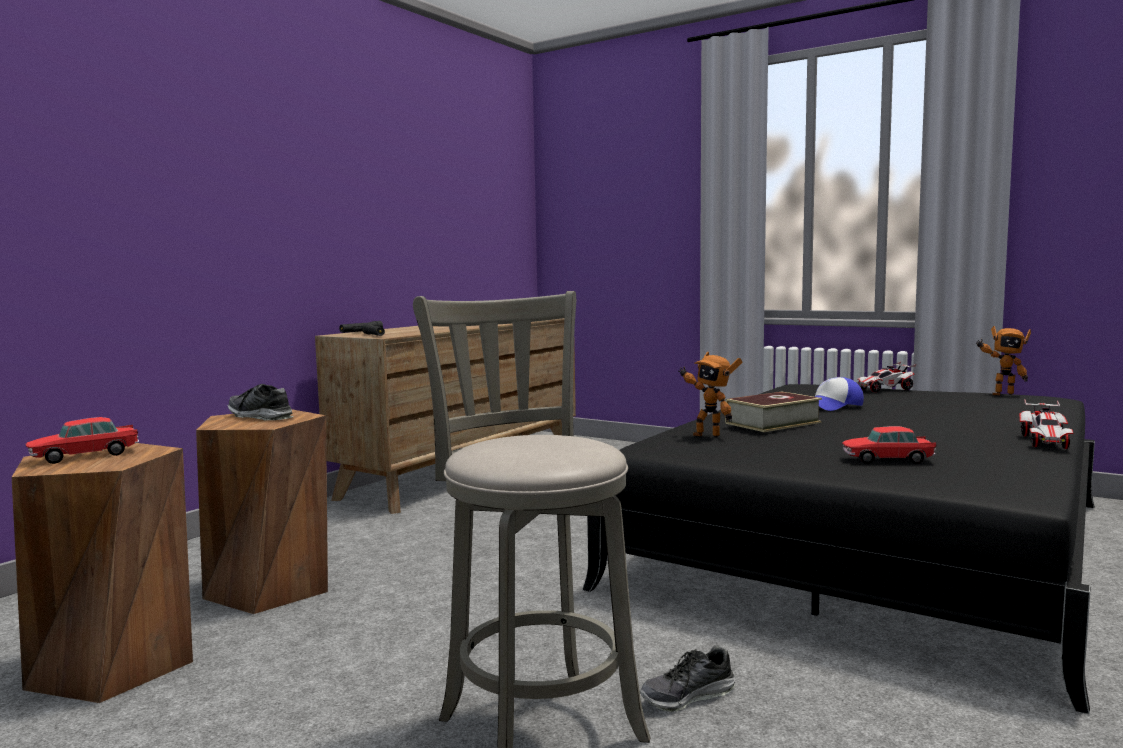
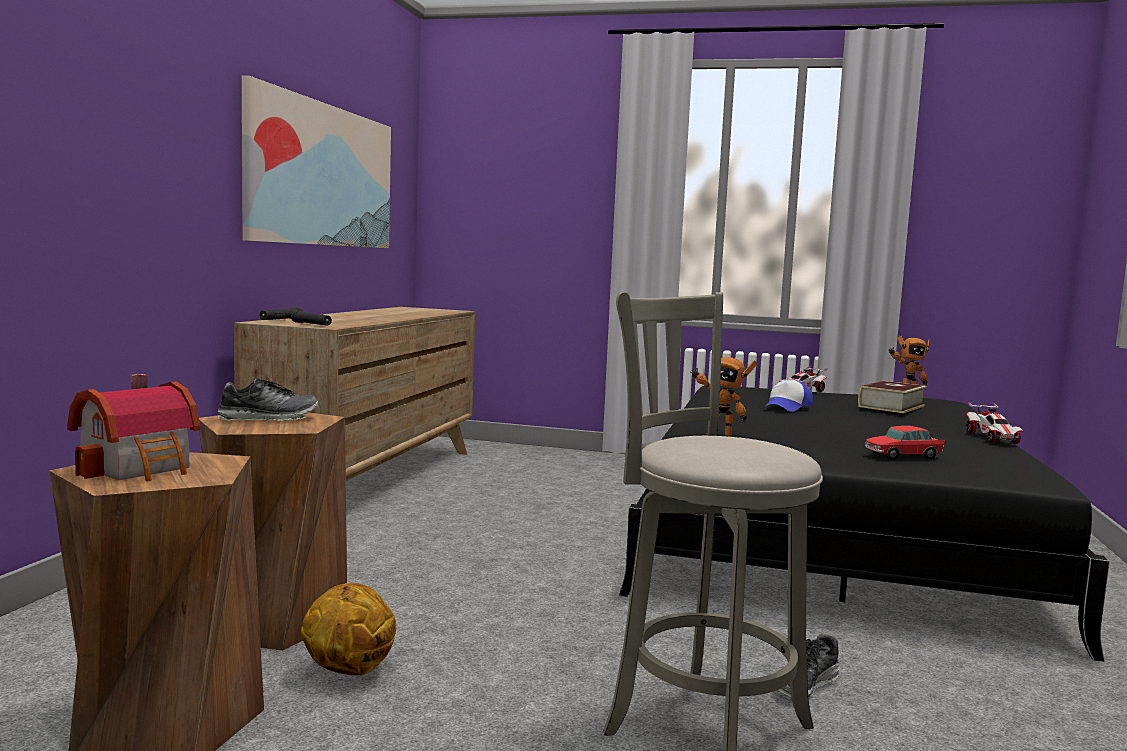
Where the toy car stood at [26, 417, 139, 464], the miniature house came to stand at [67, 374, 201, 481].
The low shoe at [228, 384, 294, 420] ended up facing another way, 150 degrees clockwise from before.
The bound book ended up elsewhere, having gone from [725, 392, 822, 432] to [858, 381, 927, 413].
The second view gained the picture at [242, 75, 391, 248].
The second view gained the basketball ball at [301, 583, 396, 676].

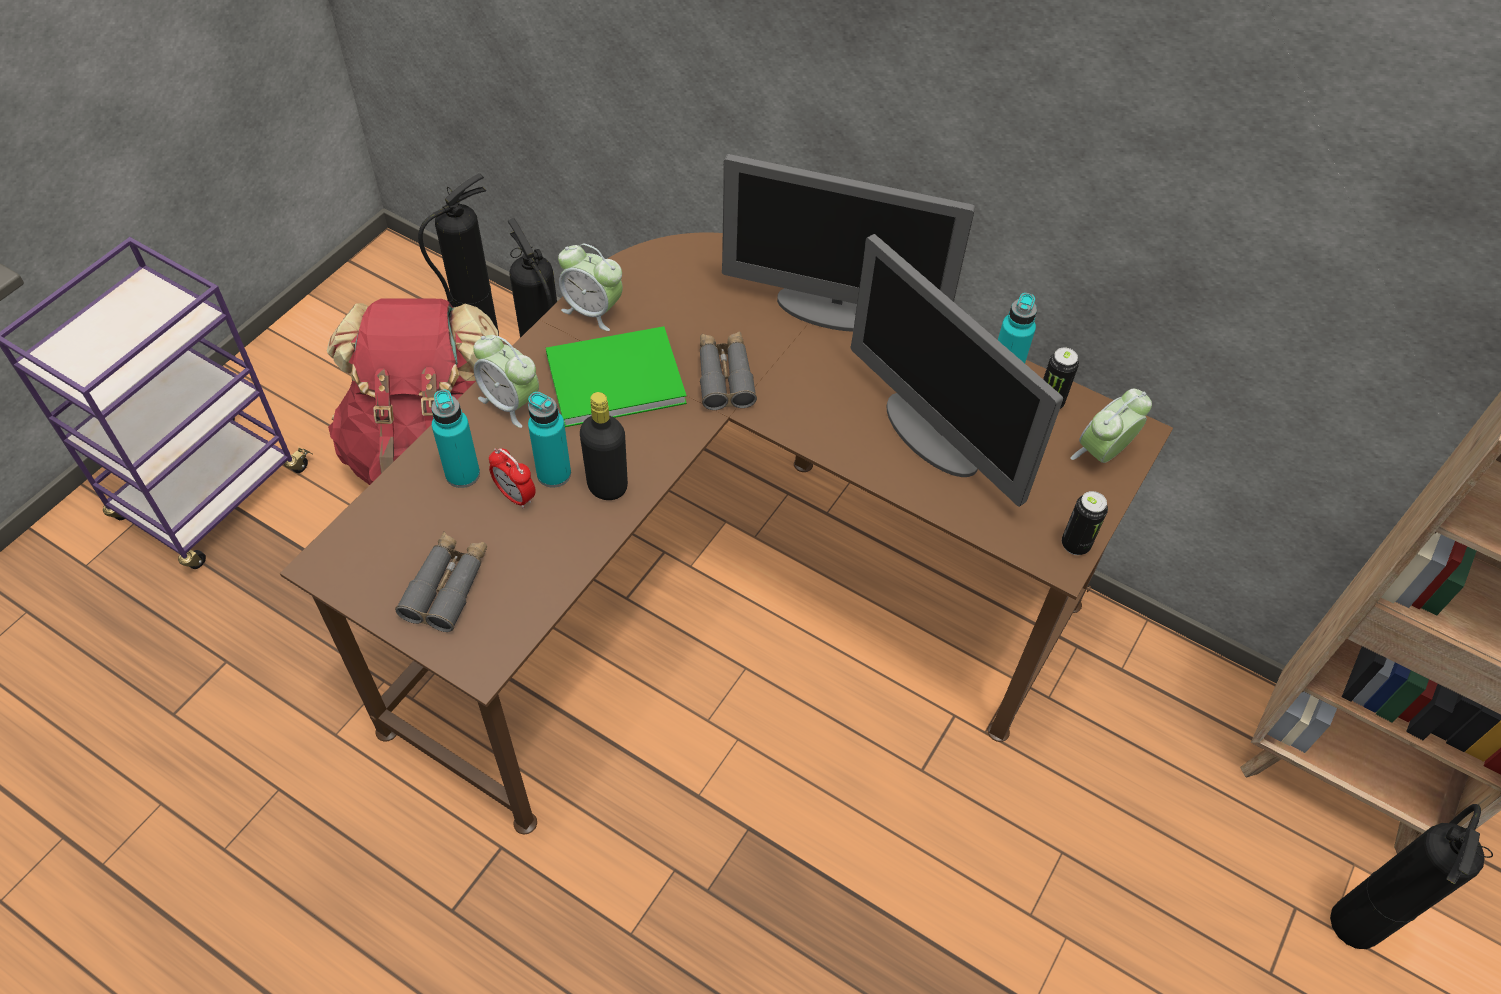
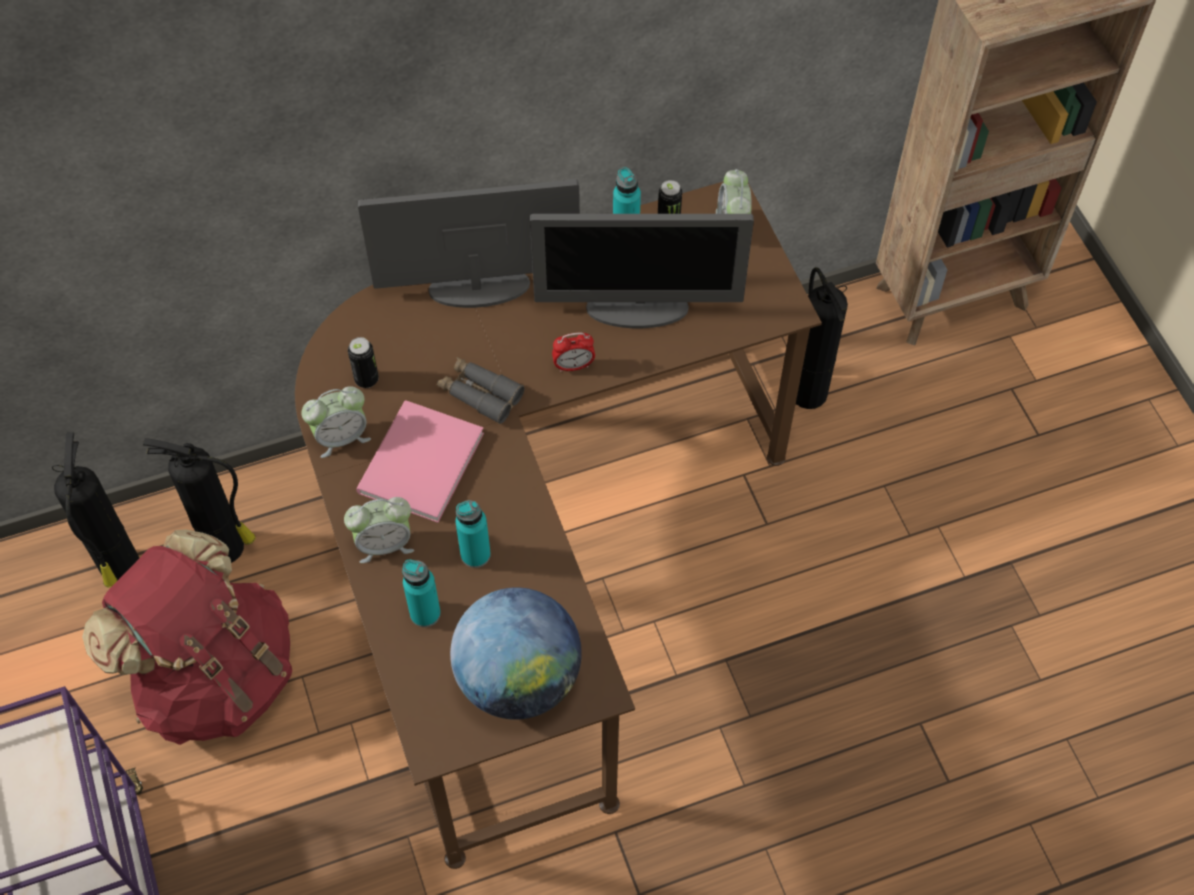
Where the gray pair of binoculars stood at [395, 531, 487, 632], the globe came to stand at [450, 587, 582, 720].
The alarm clock ended up elsewhere, having gone from [489, 448, 536, 508] to [552, 333, 595, 372].
What was the green-coloured bound book at [546, 326, 687, 427] turned into the pinkish bound book at [356, 400, 484, 523].
The second view lost the blackish beverage bottle at [580, 392, 628, 500].
The monitor at [722, 154, 975, 332] ended up facing another way, 150 degrees counterclockwise from before.
The sealed can ended up elsewhere, having gone from [1062, 491, 1108, 555] to [348, 337, 379, 388].
The extinguisher ended up elsewhere, having gone from [1330, 804, 1493, 949] to [796, 267, 848, 409].

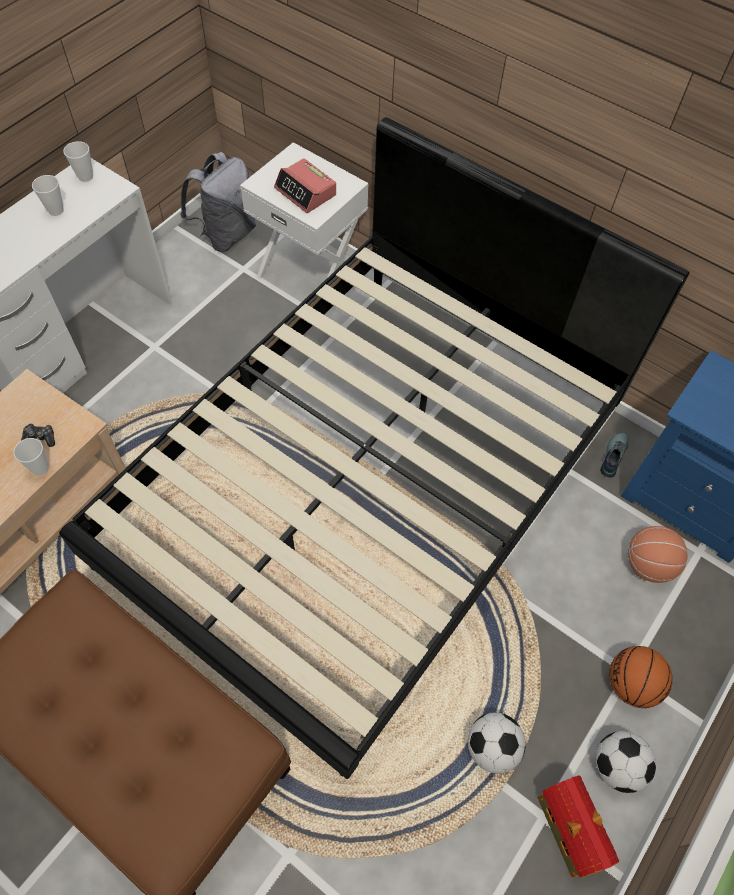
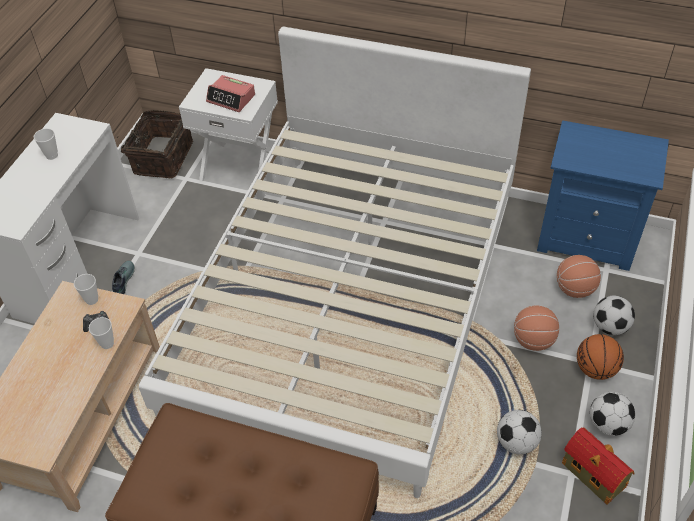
What was the blackish sleeping bed at [59, 117, 690, 779] turned into the whitish sleeping bed at [139, 26, 531, 498].
The drinking cup ended up elsewhere, having gone from [63, 141, 93, 182] to [74, 274, 98, 305].
Where the gray rucksack stood at [180, 152, 256, 252], the storage basket came to stand at [121, 110, 193, 179].
The low shoe ended up elsewhere, having gone from [600, 433, 629, 478] to [112, 261, 135, 294].
The second view gained the basketball ball at [514, 305, 559, 351].
The second view gained the football ball at [594, 296, 635, 335].

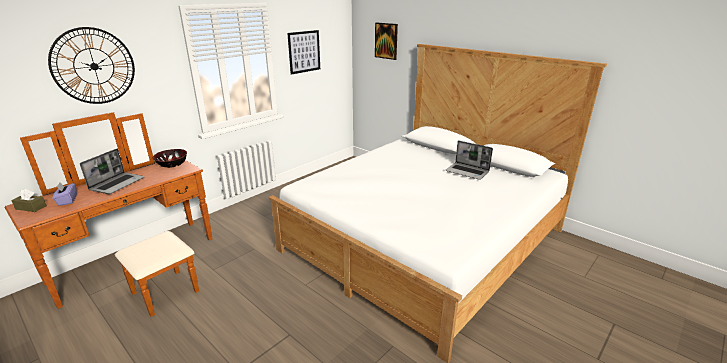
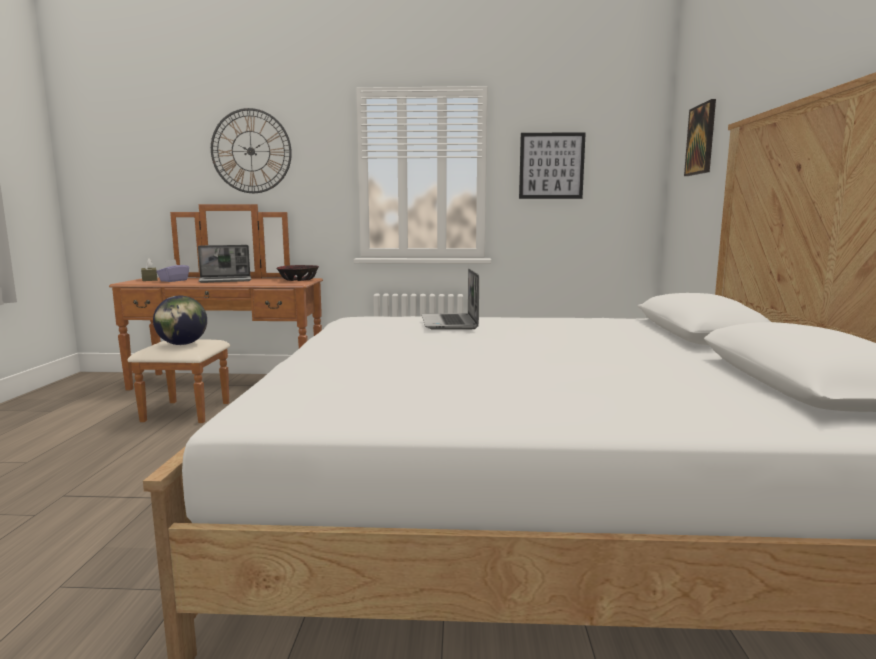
The laptop ended up elsewhere, having gone from [445, 141, 493, 180] to [422, 269, 479, 330].
The second view gained the globe at [153, 296, 207, 345].

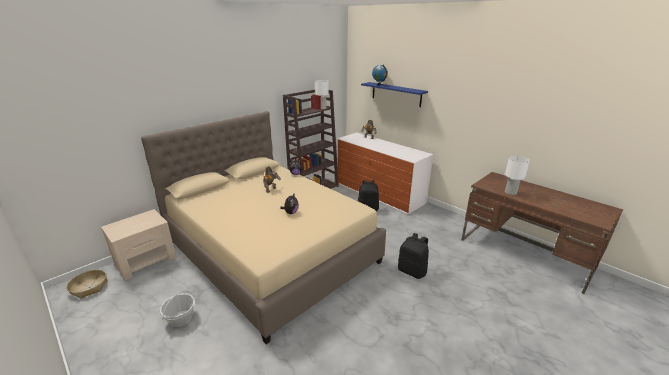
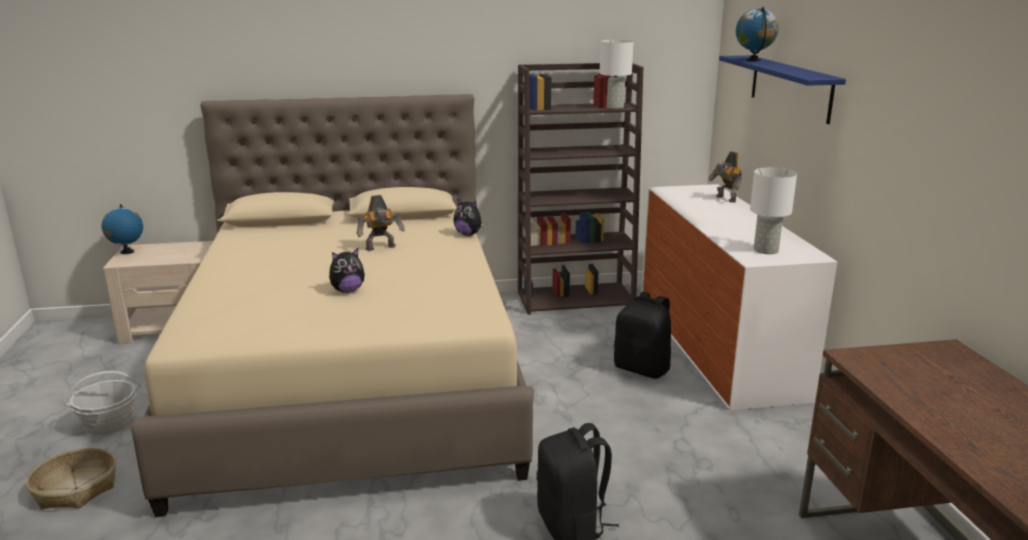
The storage basket ended up elsewhere, having gone from [66, 269, 108, 299] to [26, 448, 116, 509].
The whitish table lamp ended up elsewhere, having gone from [505, 156, 530, 195] to [750, 168, 797, 254].
The second view gained the globe at [102, 204, 143, 254].

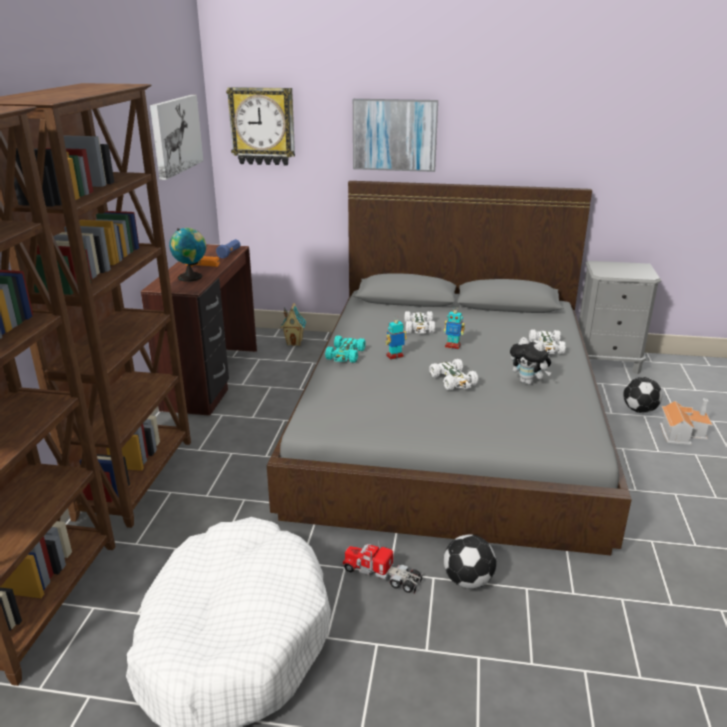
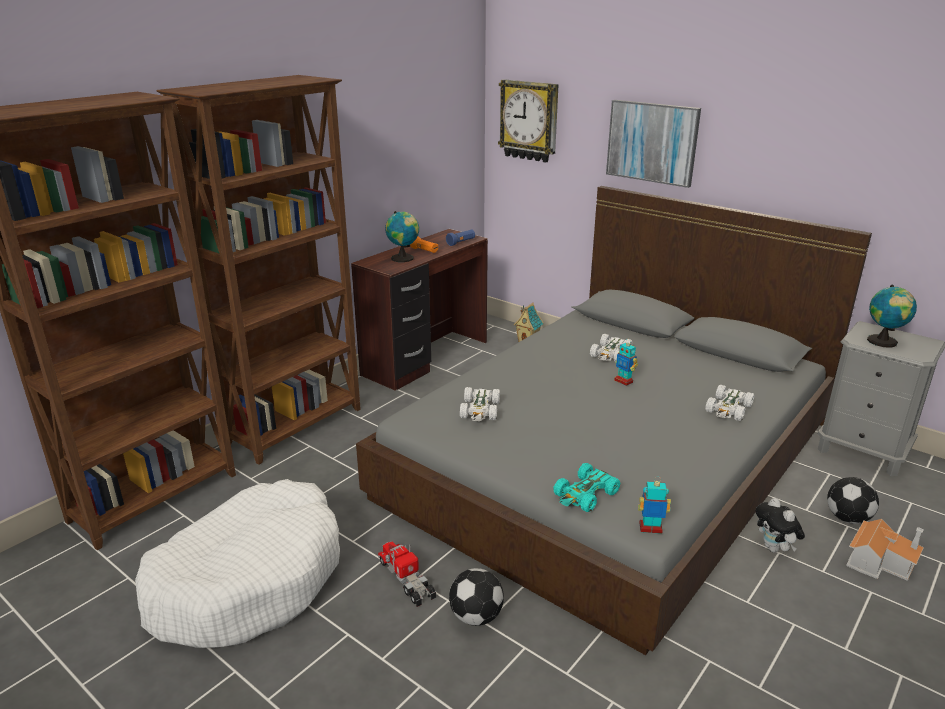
The second view lost the picture at [150, 95, 203, 180].
The turquoise toy car ended up elsewhere, having gone from [325, 336, 366, 363] to [553, 463, 621, 512].
The model robot ended up elsewhere, having gone from [385, 316, 407, 360] to [638, 477, 671, 534].
The whitish toy car ended up elsewhere, having gone from [429, 359, 479, 390] to [460, 387, 500, 421].
The cuddly toy ended up elsewhere, having gone from [510, 337, 551, 385] to [756, 498, 805, 552].
The second view gained the globe at [867, 285, 917, 348].

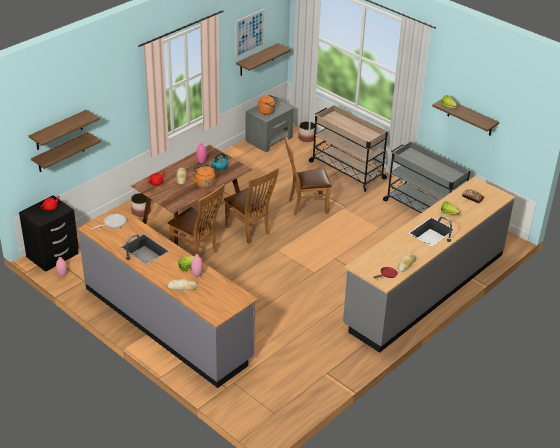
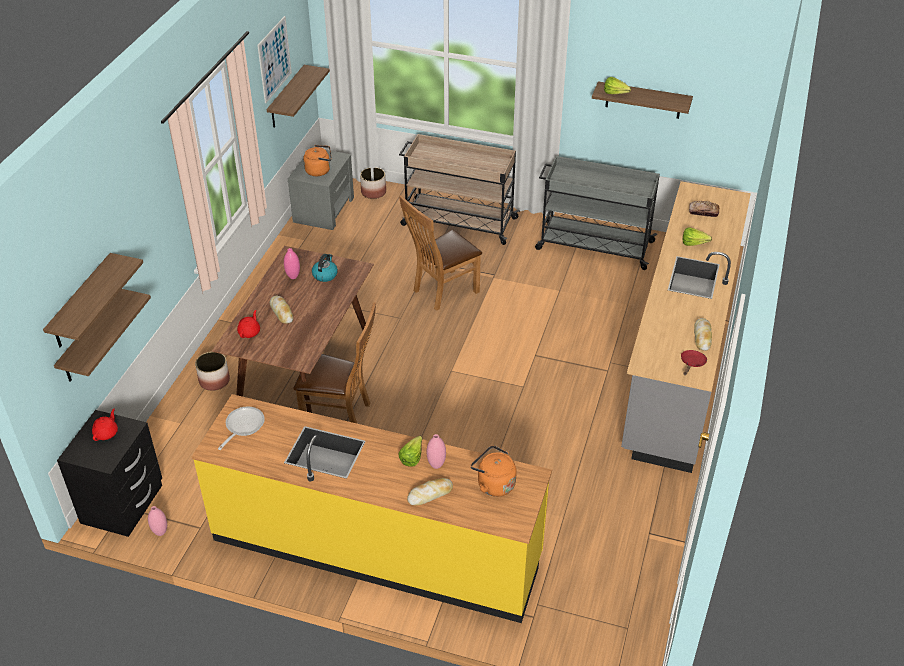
What was the gray kitchen base unit at [78, 207, 258, 388] turned into the yellow-coloured kitchen base unit at [192, 394, 552, 623].
The orangey tea kettle ended up elsewhere, having gone from [192, 164, 215, 188] to [471, 445, 517, 497].
The second view lost the brownish upright chair at [224, 168, 279, 244].

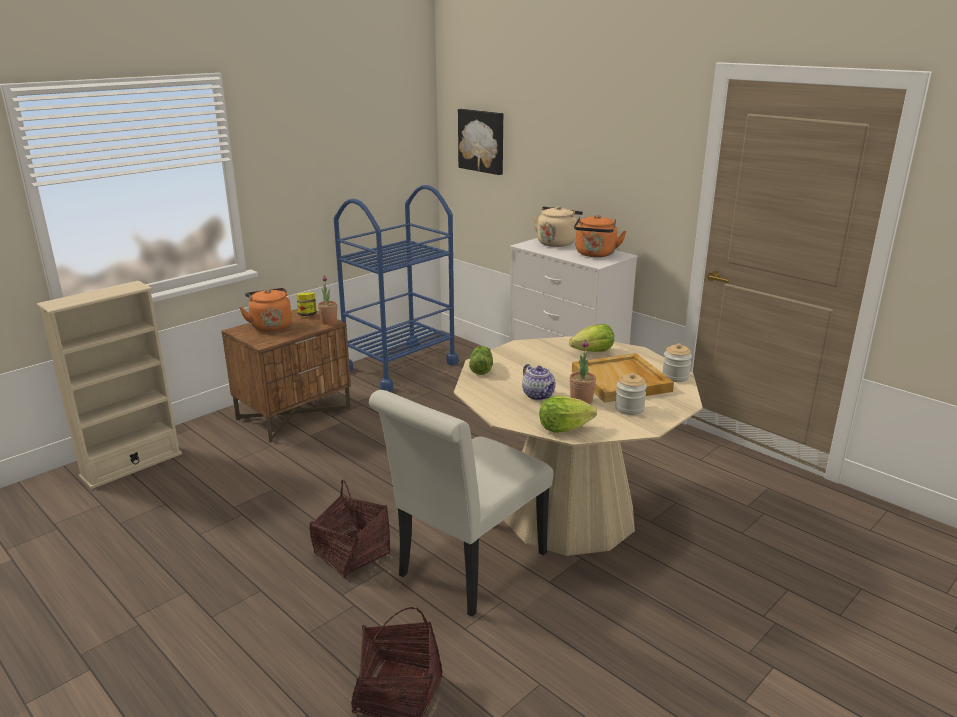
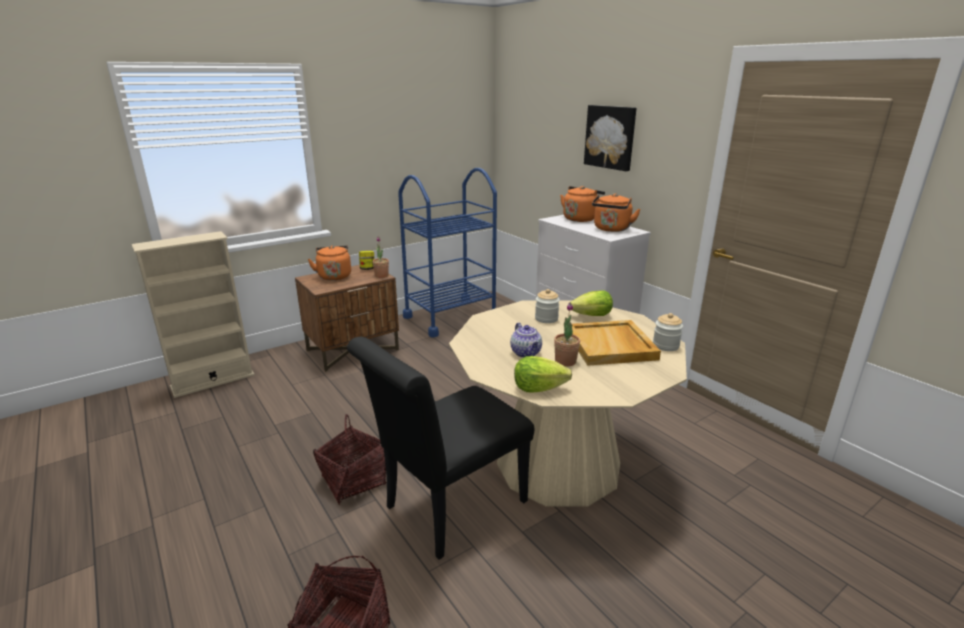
What was the whitish upright chair at [369, 390, 554, 617] turned into the blackish upright chair at [347, 337, 534, 559].
The picture ended up elsewhere, having gone from [458, 109, 503, 175] to [584, 105, 636, 171].
The second view lost the head of lettuce at [469, 346, 493, 375].
What was the sand-coloured tea kettle at [532, 206, 583, 247] turned into the orangey tea kettle at [560, 186, 605, 222].
The preserve jar ended up elsewhere, having gone from [615, 373, 647, 415] to [535, 289, 560, 323].

